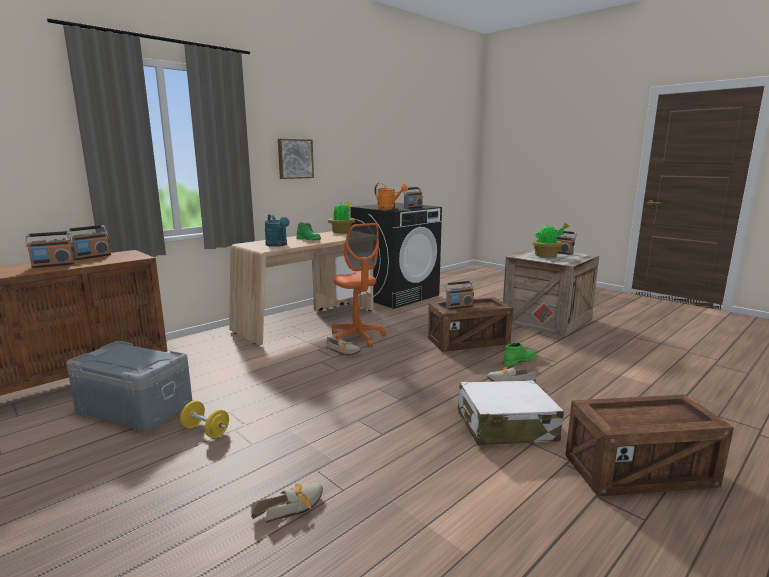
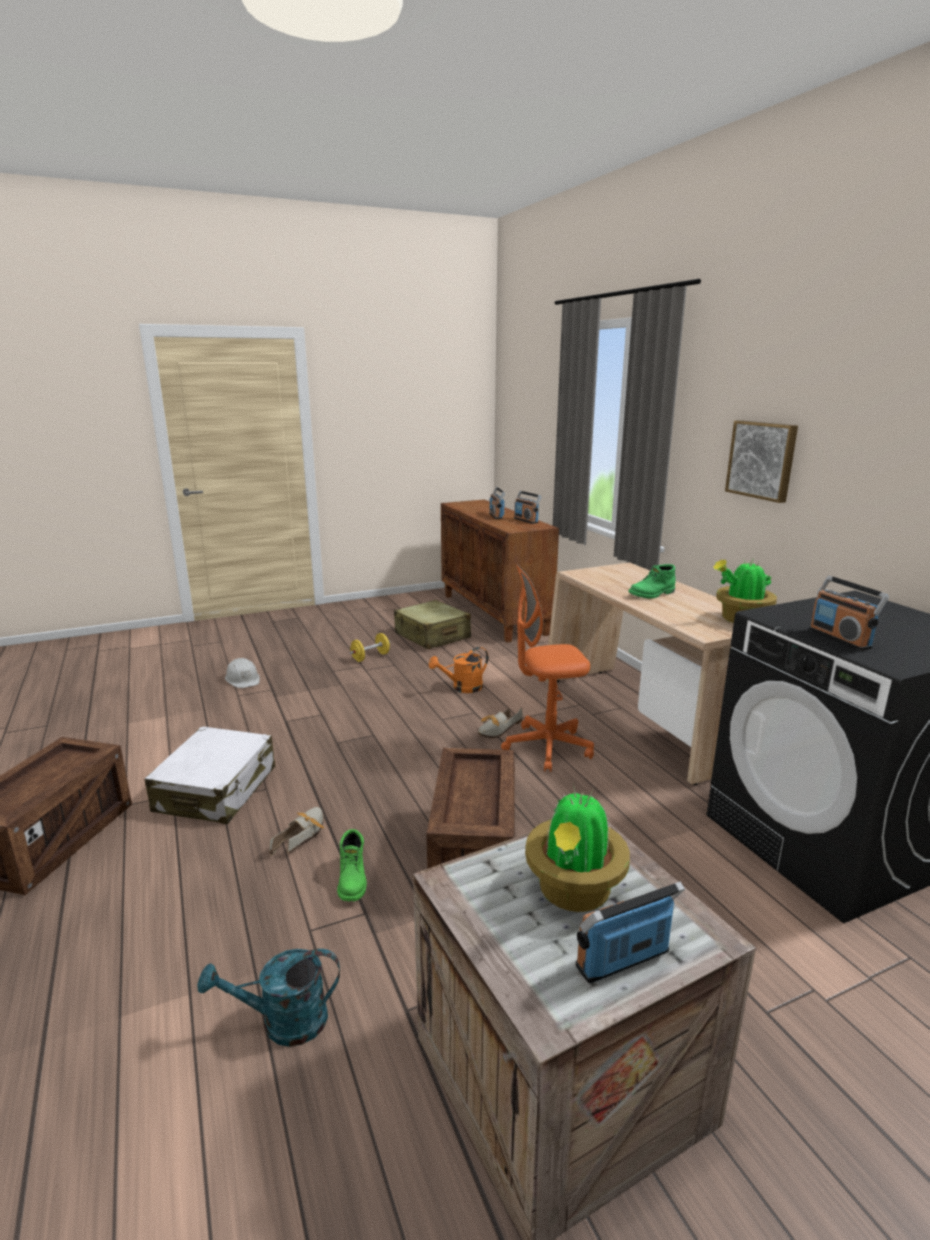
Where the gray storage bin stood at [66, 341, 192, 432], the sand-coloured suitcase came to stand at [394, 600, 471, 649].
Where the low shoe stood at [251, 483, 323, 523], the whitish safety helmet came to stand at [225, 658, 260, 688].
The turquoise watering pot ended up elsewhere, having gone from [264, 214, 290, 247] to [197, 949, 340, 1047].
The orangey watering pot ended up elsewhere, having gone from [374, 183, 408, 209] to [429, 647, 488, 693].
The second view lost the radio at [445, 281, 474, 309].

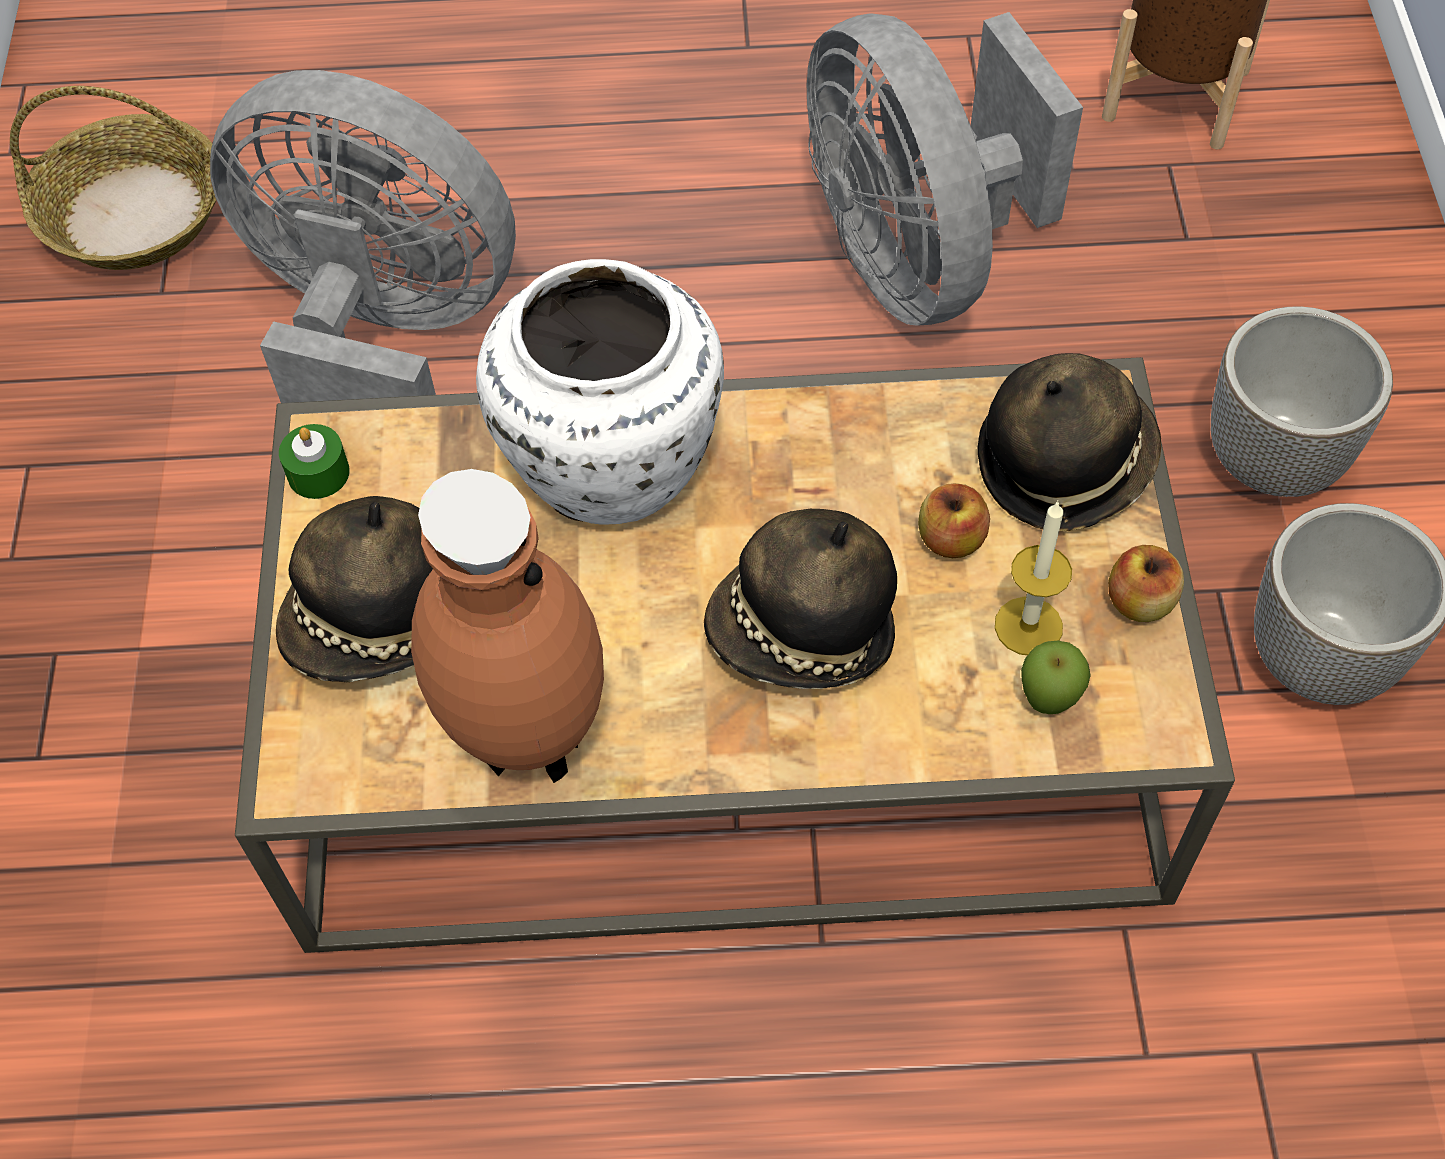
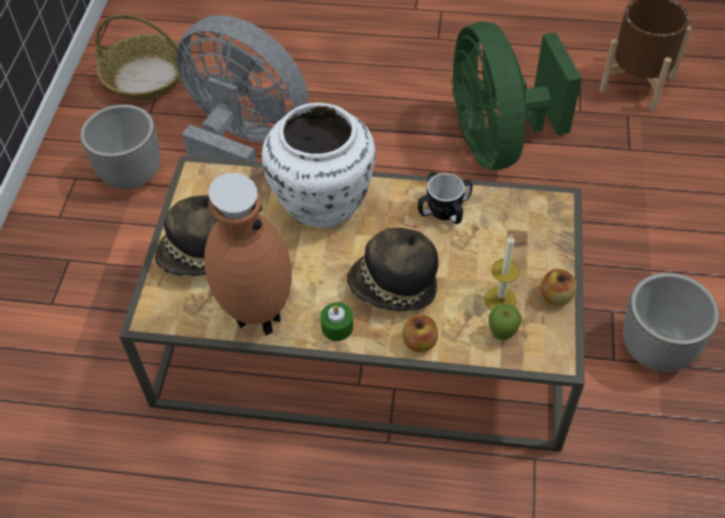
The green-coloured wax candle ended up elsewhere, having gone from [279, 424, 350, 499] to [320, 302, 353, 341].
What was the gray electric fan at [807, 12, 1083, 326] turned into the green-coloured electric fan at [451, 22, 582, 170].
The apple fruit ended up elsewhere, having gone from [918, 483, 990, 558] to [402, 314, 438, 352].
The second view lost the wearable hat at [978, 353, 1161, 532].
The flower pot ended up elsewhere, having gone from [1211, 306, 1393, 497] to [80, 104, 160, 189].
The second view gained the tea mug at [418, 172, 473, 224].

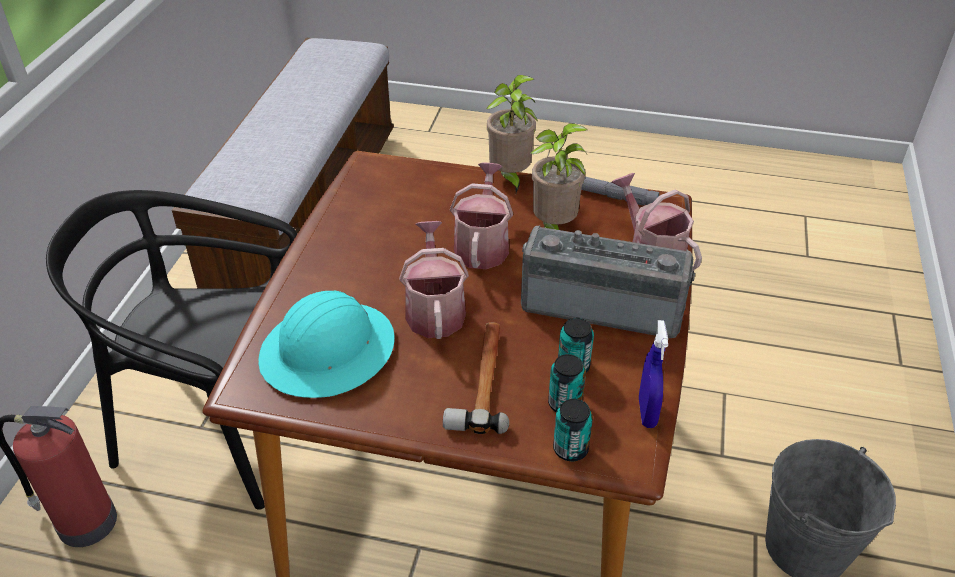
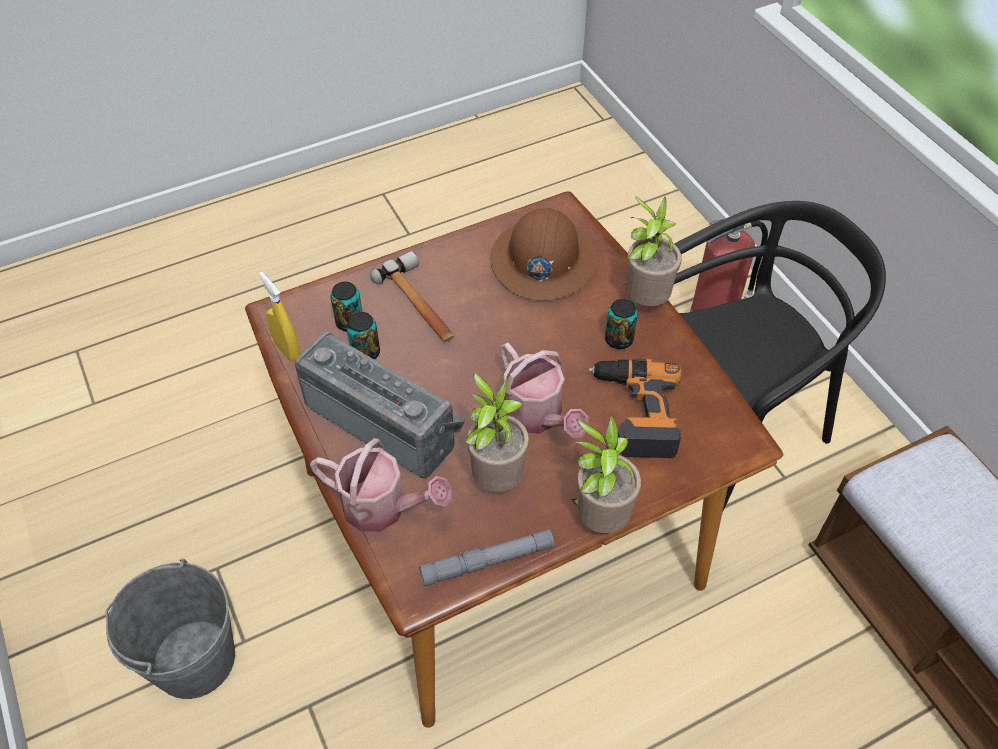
What was the turquoise safety helmet at [259, 291, 394, 398] turned into the brownish safety helmet at [490, 208, 596, 301].
The second view lost the watering pot at [399, 221, 469, 339].
The radio at [521, 225, 695, 338] ended up facing another way, 120 degrees counterclockwise from before.
The sealed can ended up elsewhere, having gone from [553, 399, 593, 461] to [605, 299, 638, 349].
What was the bluish sprayer at [639, 320, 668, 428] turned into the yellow-coloured sprayer at [259, 272, 301, 362].
The second view gained the electric drill at [589, 359, 682, 458].
The second view gained the houseplant at [625, 196, 682, 306].

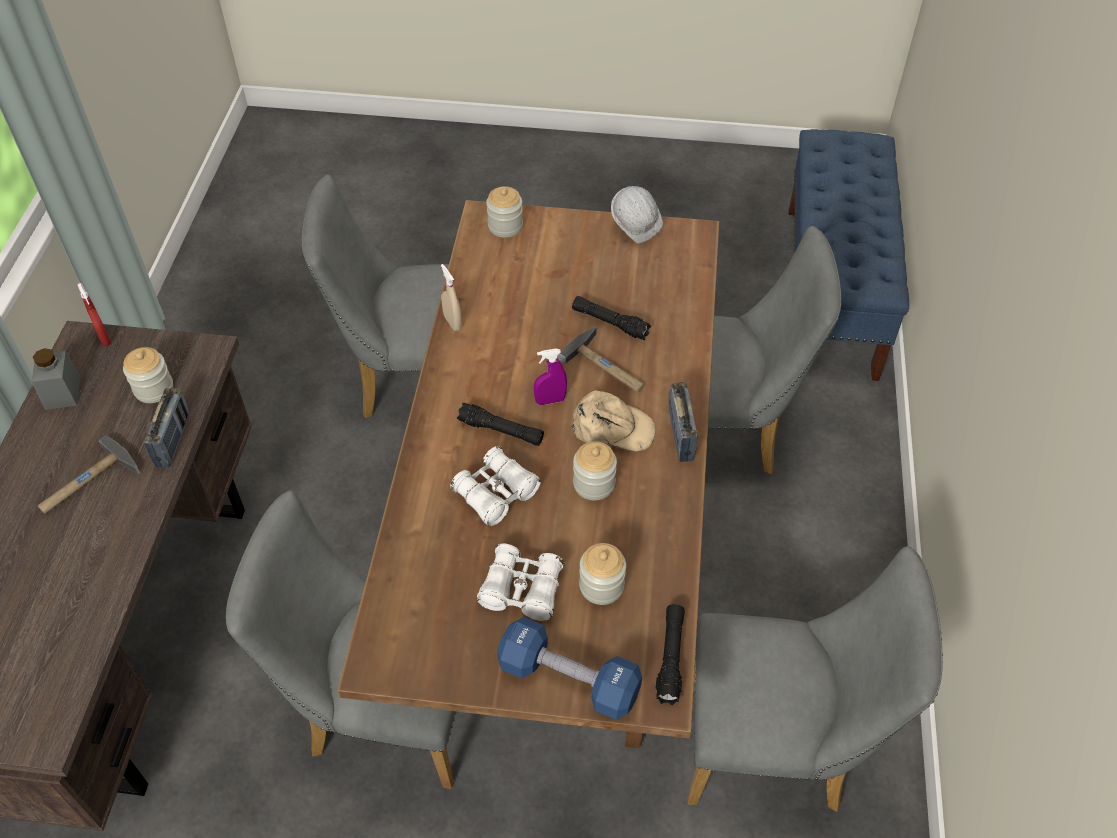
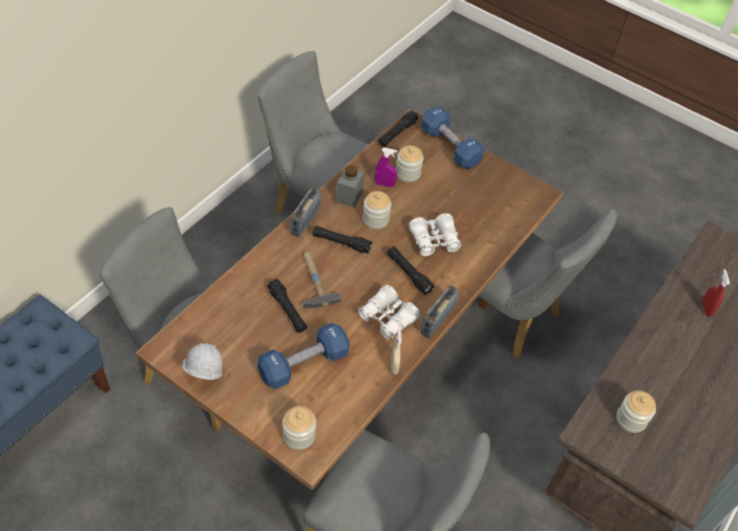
The gray preserve jar ended up elsewhere, having gone from [32, 348, 80, 410] to [335, 165, 364, 208].
The second view lost the hand hammer at [38, 435, 140, 514].
The reddish sprayer ended up elsewhere, having gone from [77, 283, 111, 346] to [702, 269, 730, 317].
The radio ended up elsewhere, having gone from [144, 388, 190, 467] to [421, 285, 459, 338].
The whitish pair of binoculars ended up elsewhere, having gone from [477, 544, 564, 621] to [358, 285, 420, 340].
The purple-coloured sprayer ended up elsewhere, having gone from [534, 348, 567, 405] to [375, 148, 397, 187].
Where the sand-coloured cap stood at [571, 390, 656, 451], the blackish torch came to stand at [312, 226, 372, 254].
The second view gained the bluish free weight at [257, 323, 349, 389].

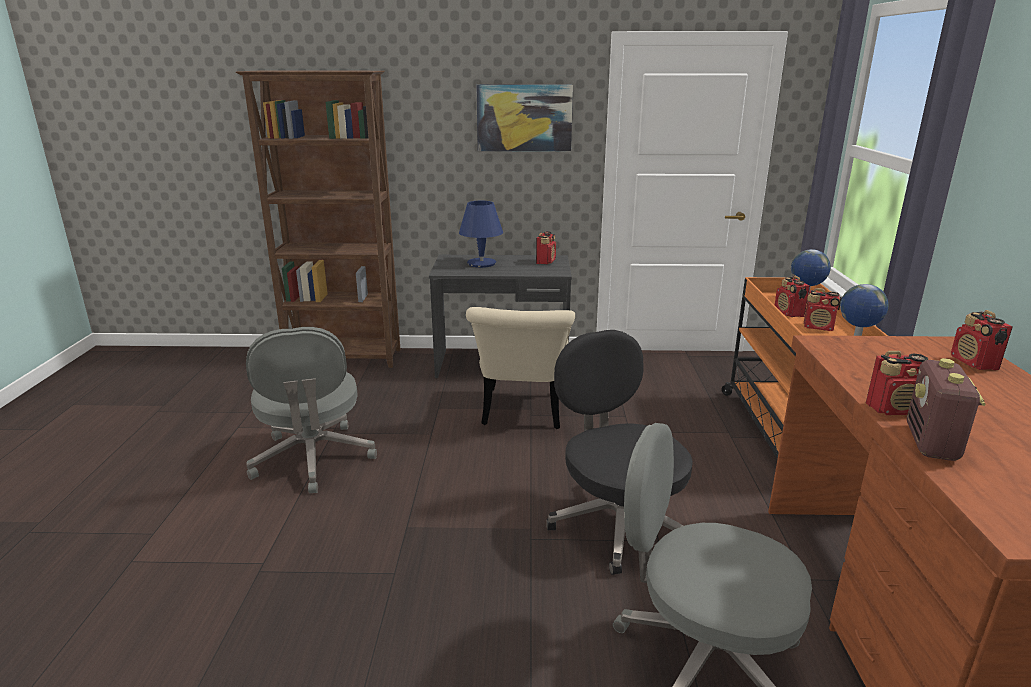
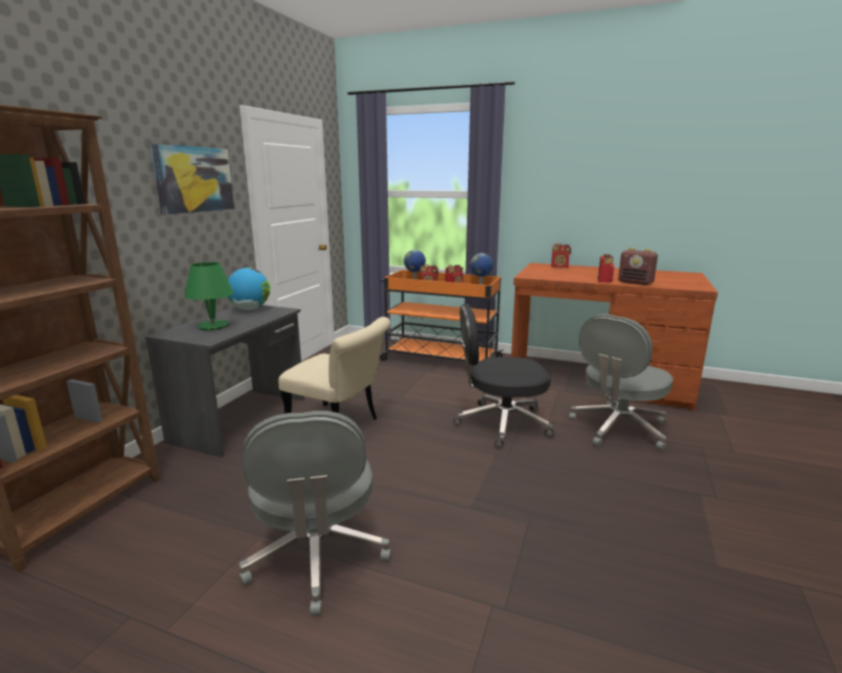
The gray computer chair at [246, 327, 377, 493] ended up facing another way, 75 degrees clockwise from before.
What was the bluish table lamp at [459, 201, 503, 268] turned into the green-coloured table lamp at [184, 262, 234, 330].
Where the radio stood at [536, 232, 556, 264], the globe came to stand at [227, 268, 271, 310].

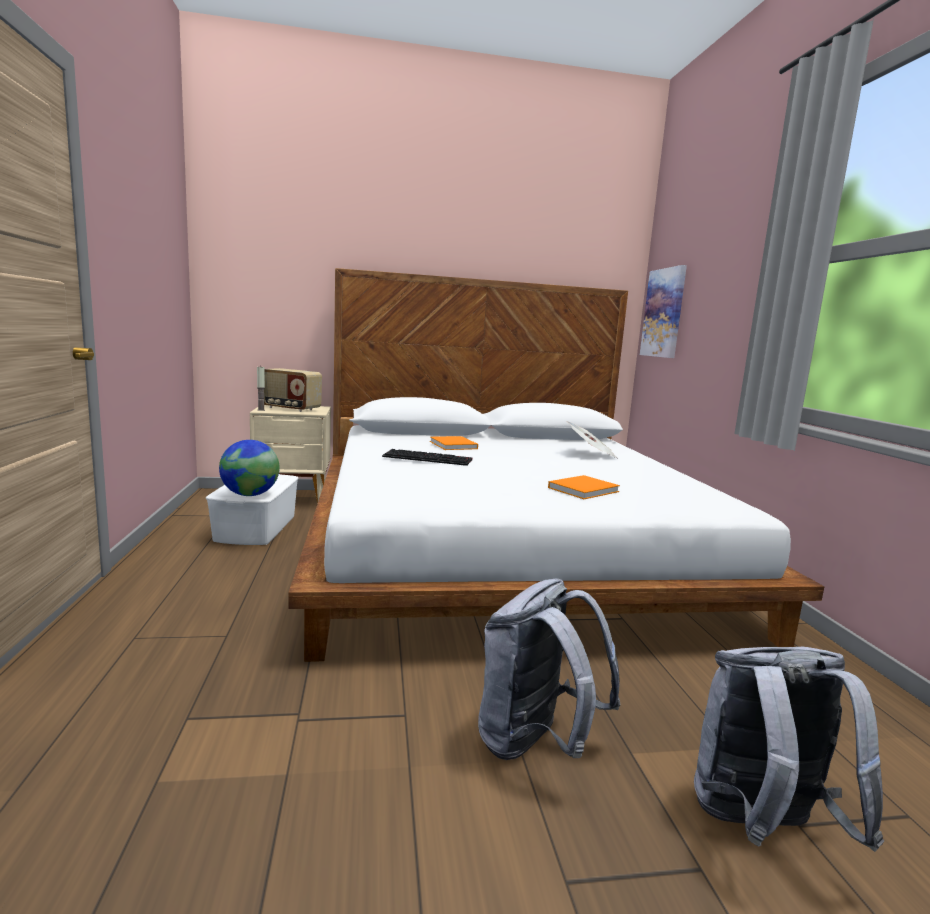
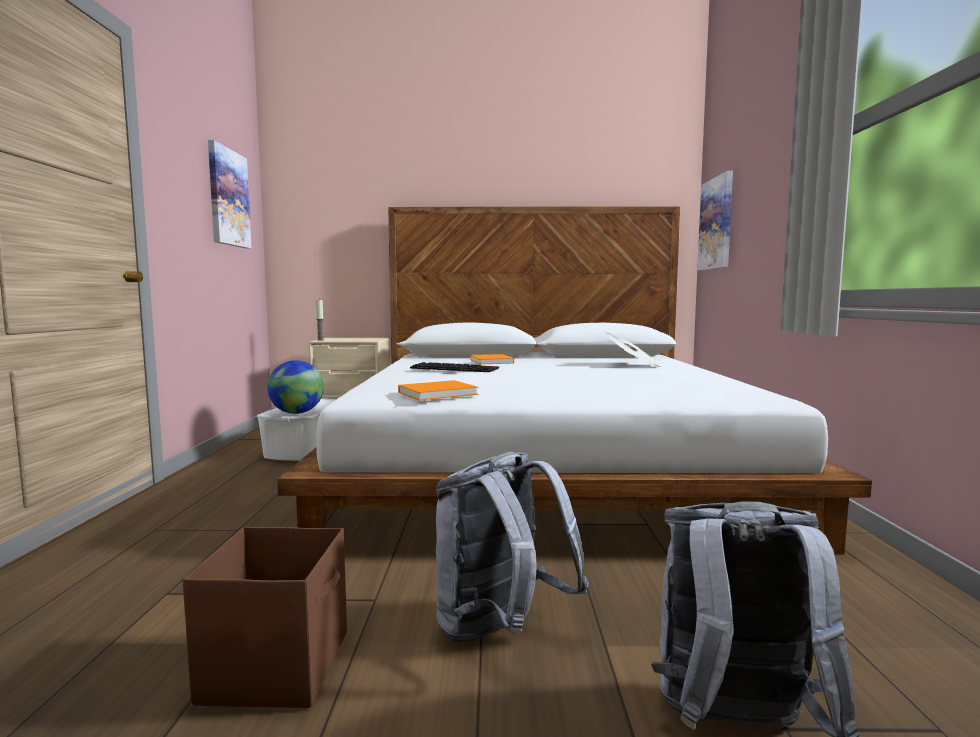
The second view lost the radio at [264, 368, 322, 412].
The orangey bound book ended up elsewhere, having gone from [548, 475, 620, 499] to [398, 380, 478, 401].
The second view gained the brownish storage bin at [183, 527, 347, 708].
The second view gained the picture at [208, 140, 252, 249].

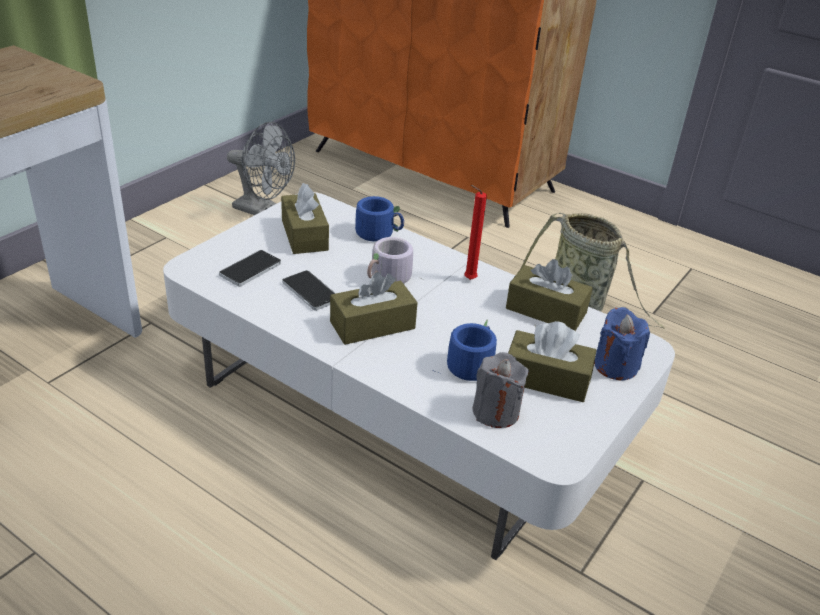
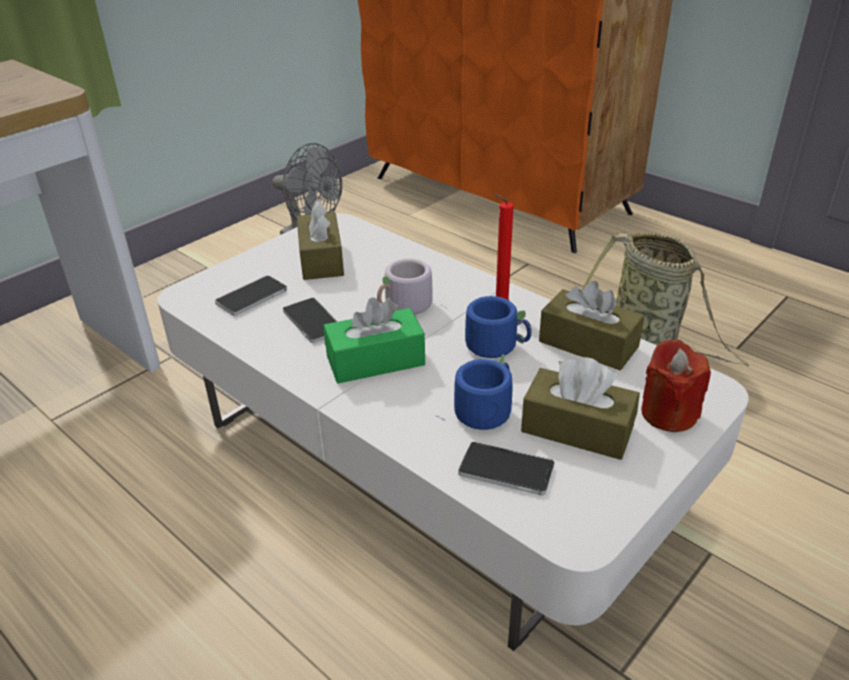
What was the brownish tissue box at [330, 272, 418, 345] turned into the green-coloured tissue box at [323, 297, 425, 383].
The bluish tea mug ended up elsewhere, having gone from [355, 196, 404, 242] to [465, 296, 532, 358].
Where the gray wax candle stood at [472, 352, 529, 428], the handset came to stand at [458, 442, 554, 496].
What was the bluish wax candle at [594, 307, 650, 381] turned into the reddish wax candle at [641, 339, 711, 432].

